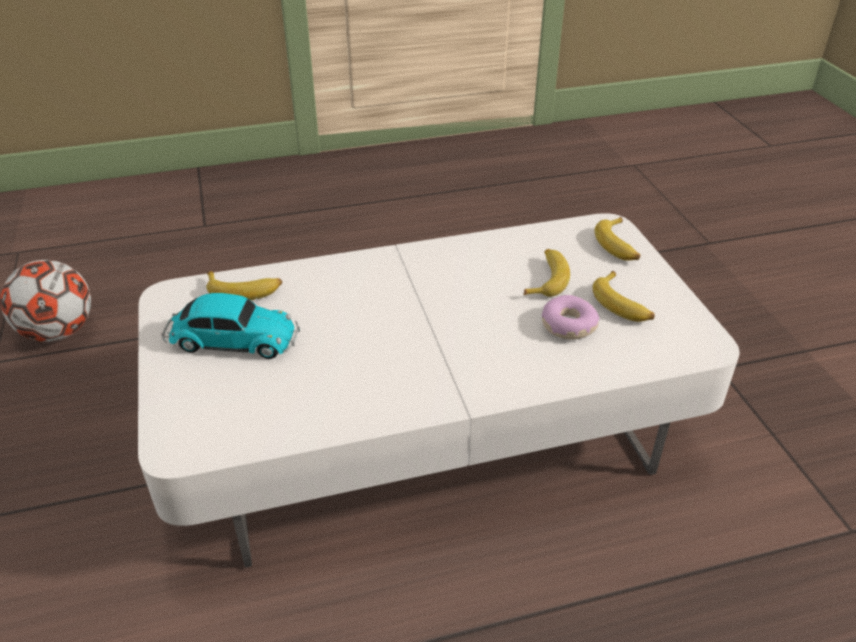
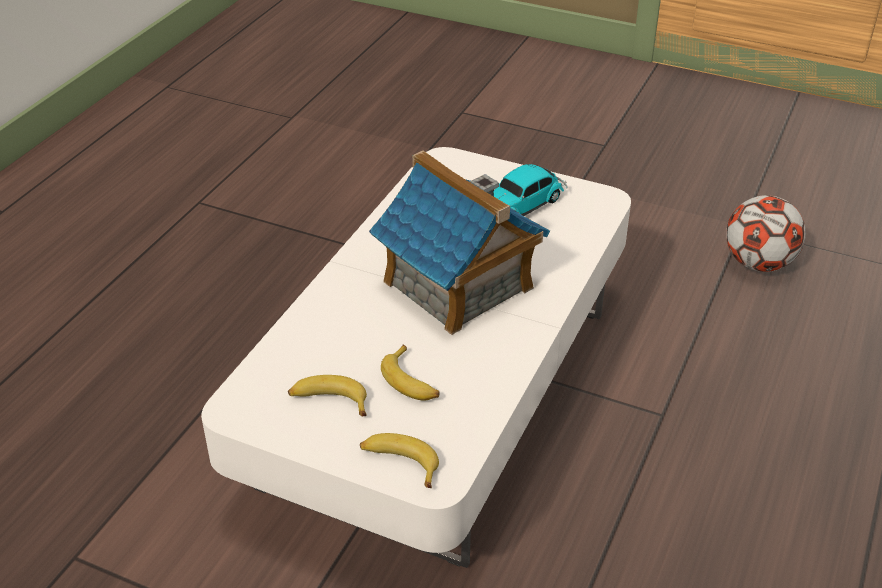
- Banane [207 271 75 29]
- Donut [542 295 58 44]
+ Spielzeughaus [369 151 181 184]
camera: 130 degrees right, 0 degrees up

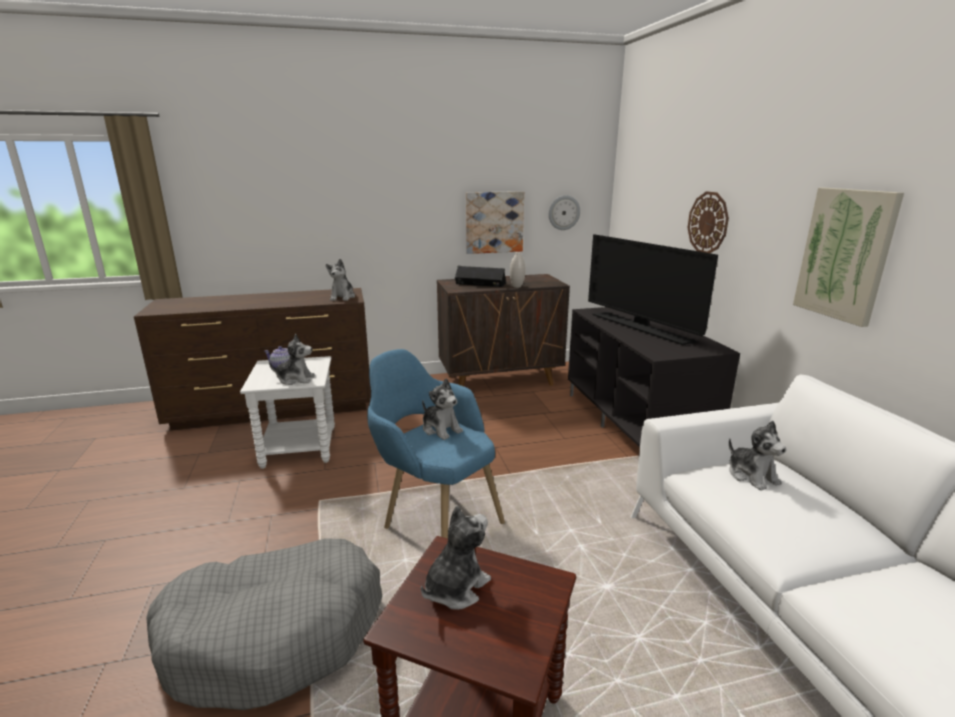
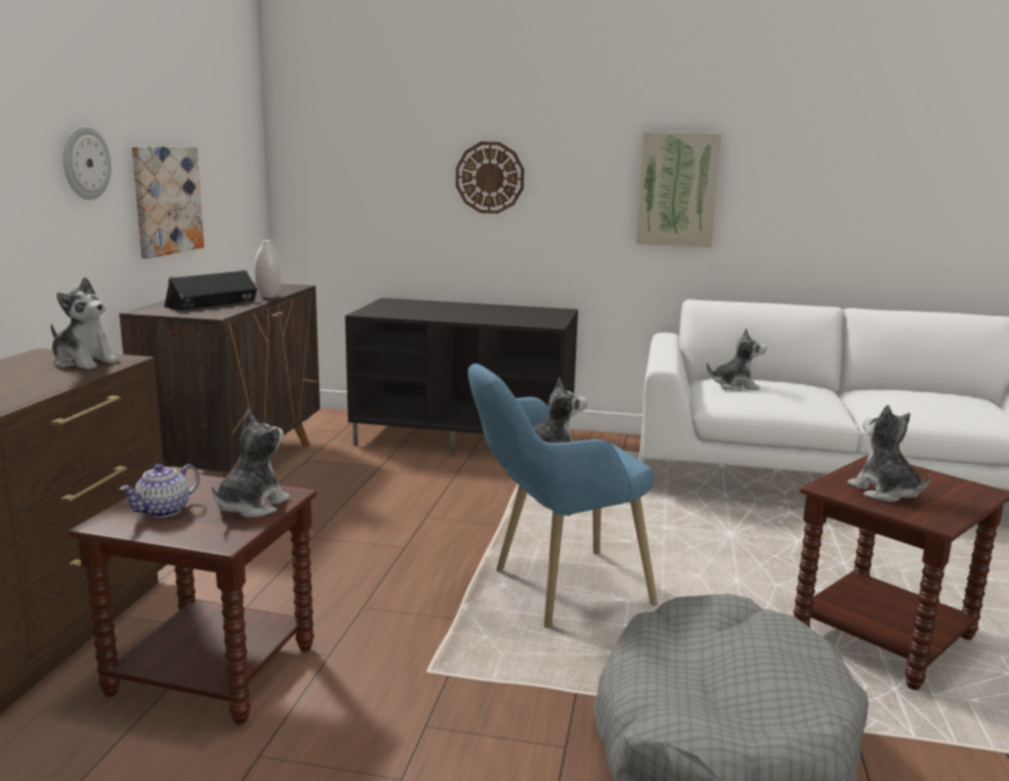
- Fernseher [588 234 130 111]
~ Wanduhr [549 195 31 35] to [63 126 48 74]
~ Beistelltisch (weiß) [240 356 95 113] to Beistelltisch (braun) [69 471 248 253]
camera: 65 degrees left, 5 degrees down

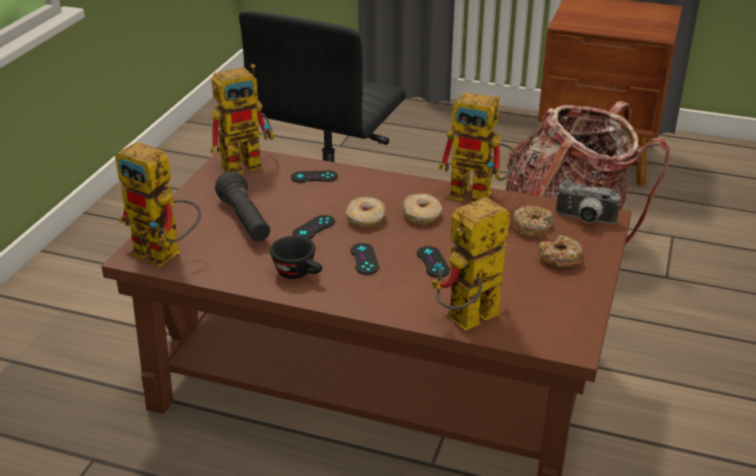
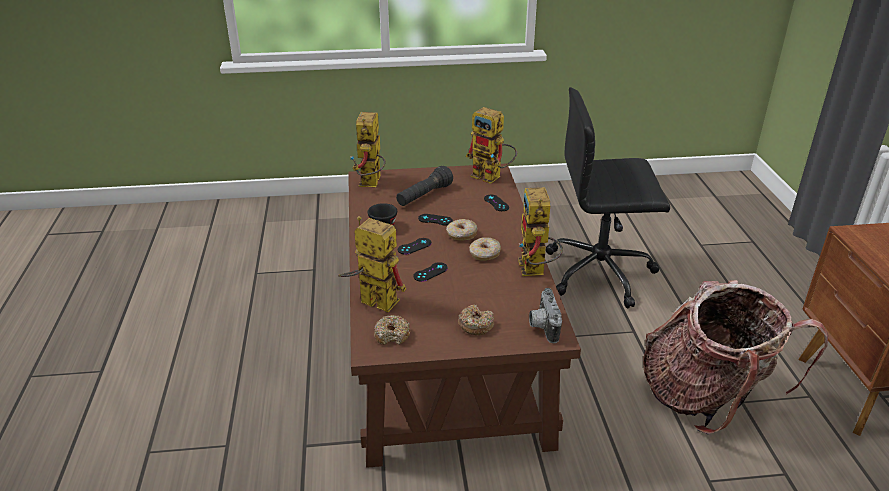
~ Donut [510 206 44 33] to [374 315 36 30]
camera: 65 degrees right, 0 degrees up

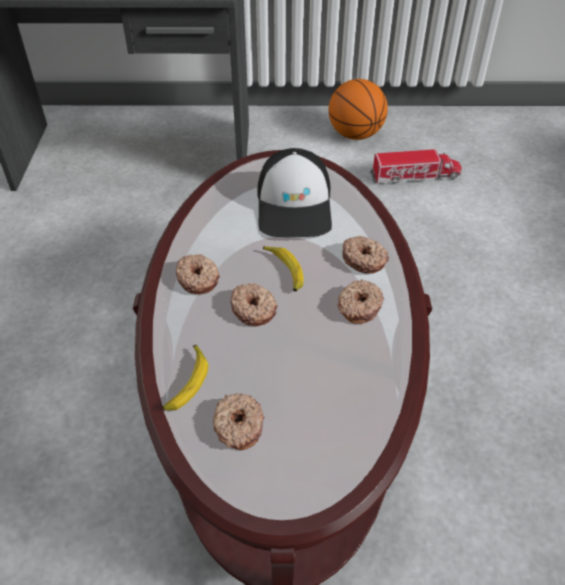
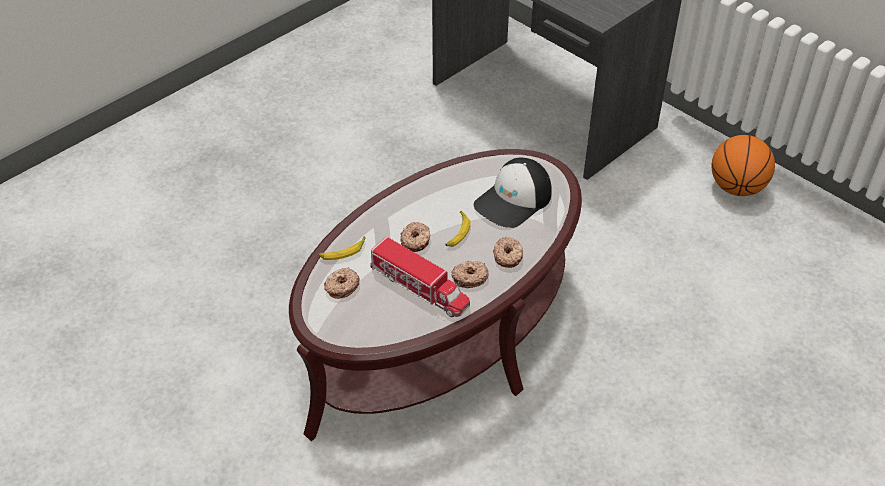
- Donut [176 254 44 40]
~ Spielzeuglaster [370 149 92 34] to [370 237 100 80]
camera: 45 degrees right, 0 degrees up

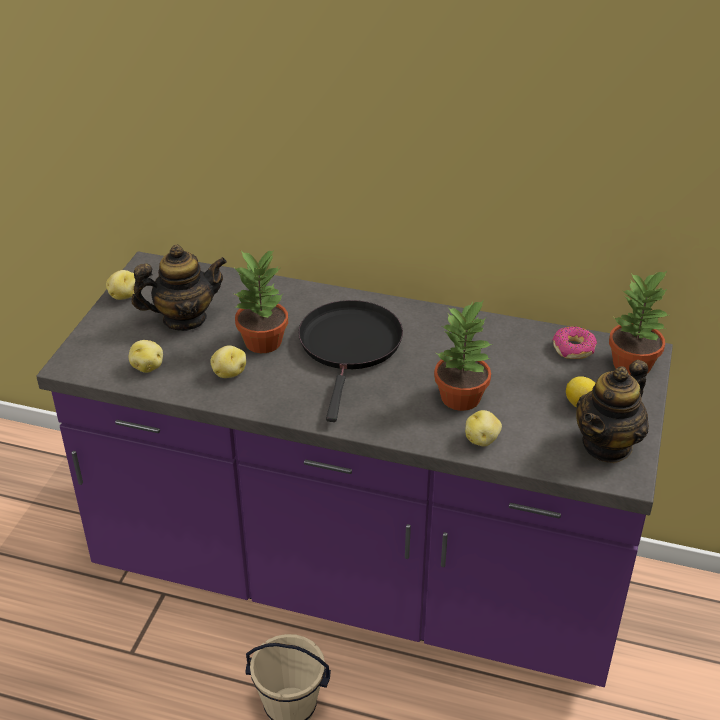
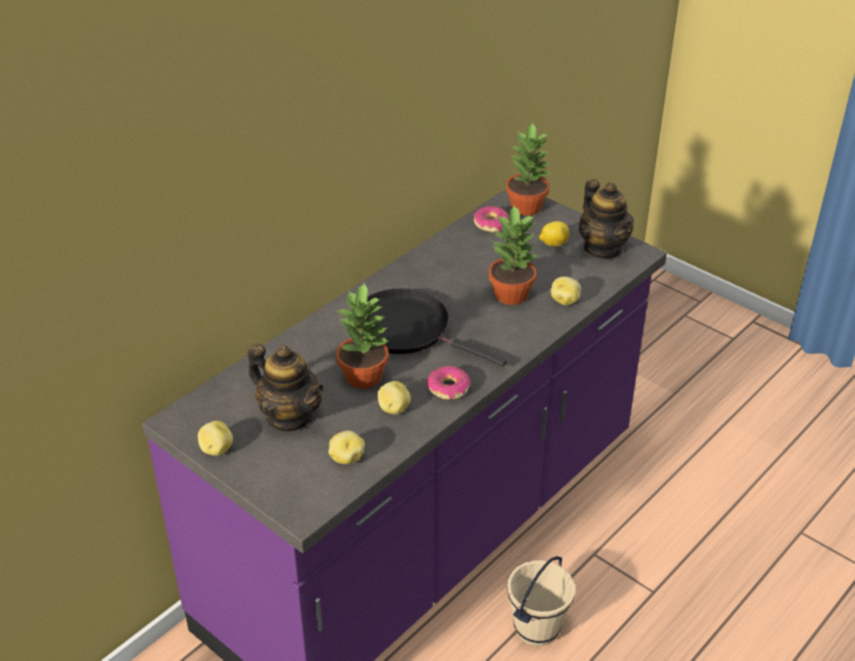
+ Donut [427 366 44 34]
~ Teekanne [132 245 95 86] = [248 343 77 88] 120 degrees clockwise
camera: 65 degrees left, 0 degrees up

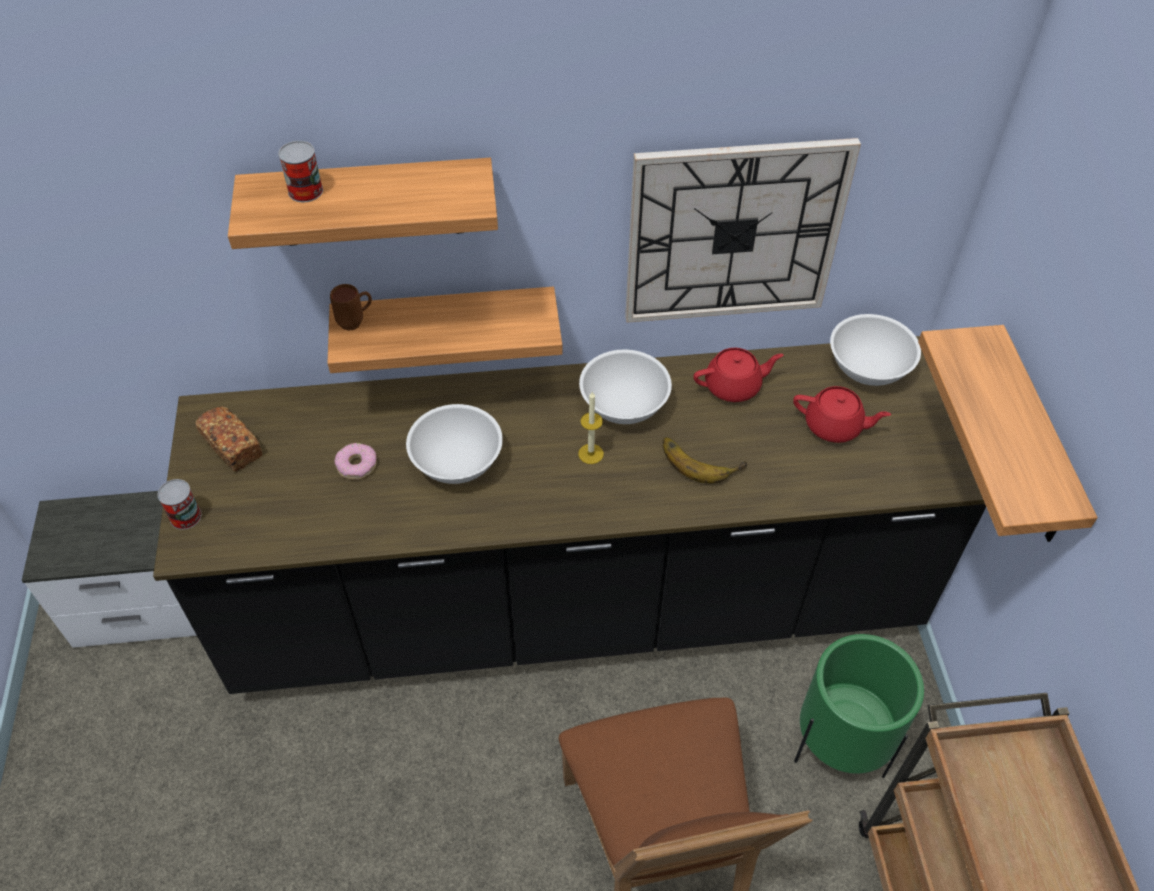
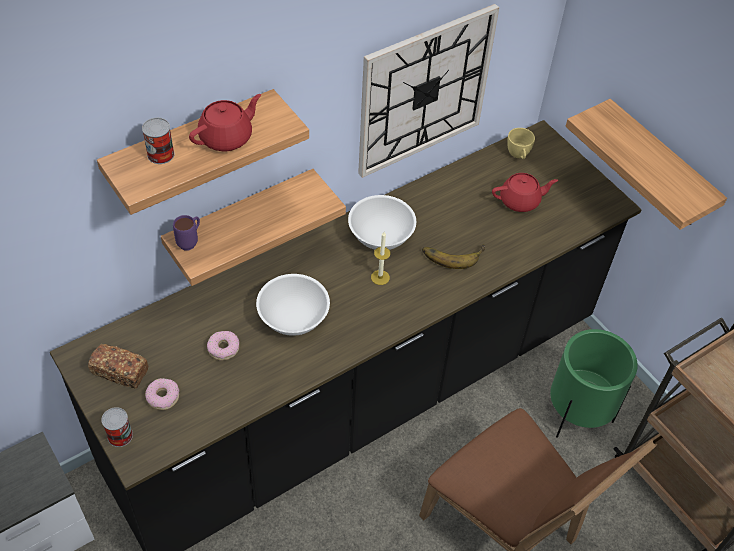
+ Donut [145 378 34 32]
~ Teekanne (rot) [693 348 91 54] to [189 94 72 57]
~ Schüssel (weiß) [830 314 91 72] to Tasse (gelb) [507 128 28 31]
~ Henkelbecher (braun) [330 284 42 47] to Henkelbecher (lila) [173 215 27 36]
camera: 30 degrees left, 0 degrees up

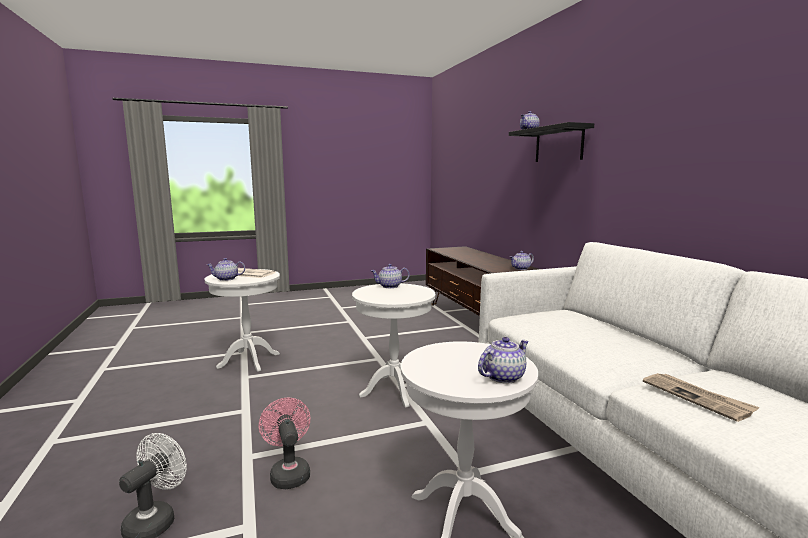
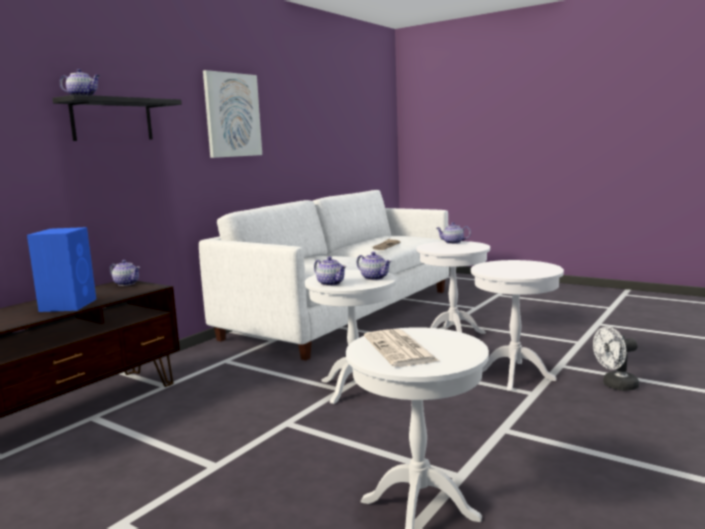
+ Lautsprecher (blau) [27 227 69 85]
+ Bild [203 70 59 88]
~ Teekanne [206 258 39 23] to [357 252 34 28]
~ Ventilator (rosa) [259 397 51 92] to Beistelltisch (weiß) [471 260 93 131]
camera: 125 degrees left, 0 degrees up

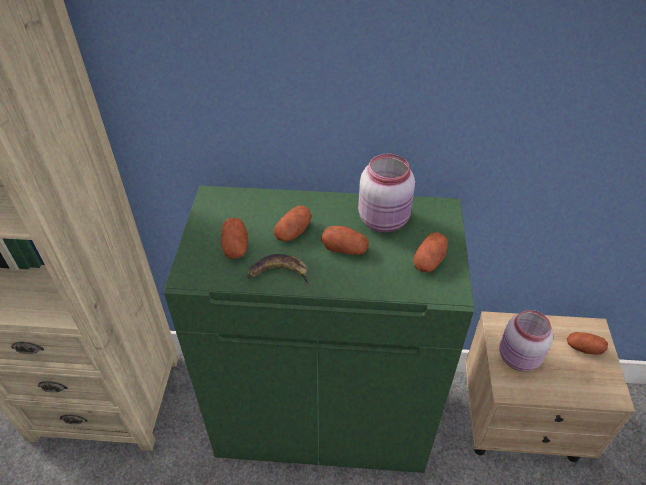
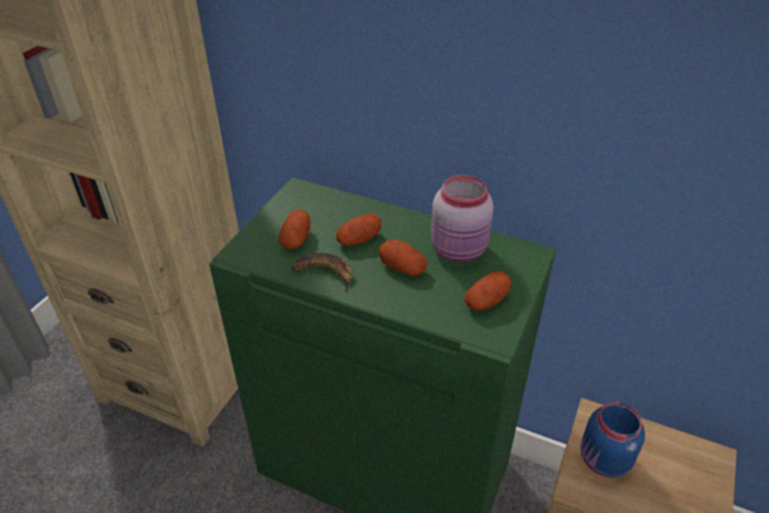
- Kartoffel [567 332 41 23]
~ Vorratsglas (rosa) [499 310 54 61] to Vorratsglas (blau) [580 402 65 76]
camera: 20 degrees right, 5 degrees down

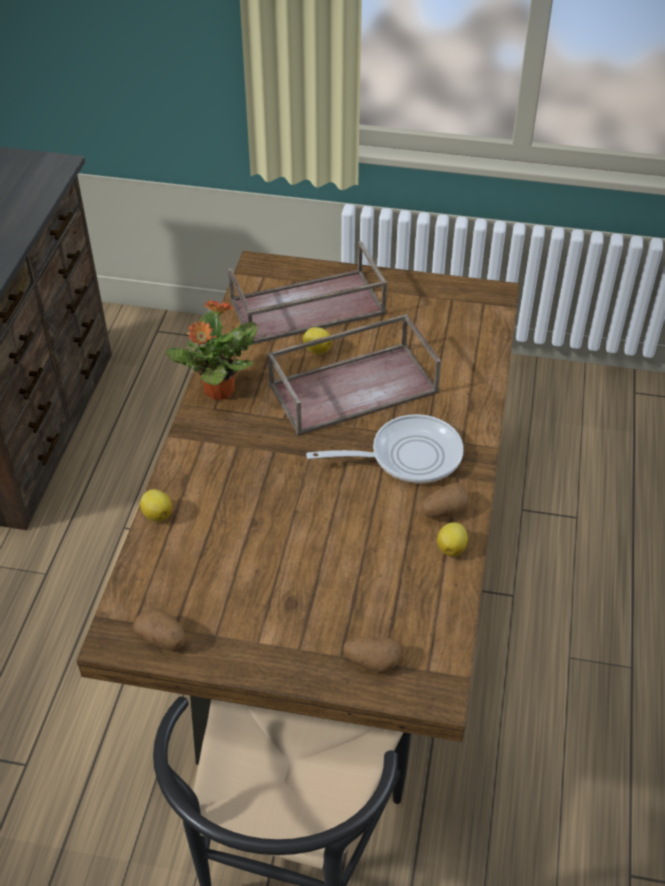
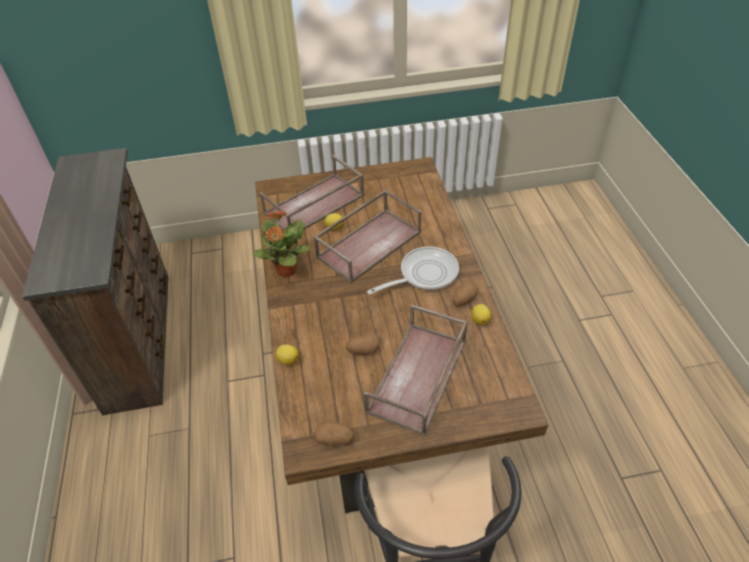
+ Tablett (braun) [364 305 104 131]
~ Kartoffel [343 637 60 35] to [346 333 35 22]
camera: 20 degrees left, 0 degrees up

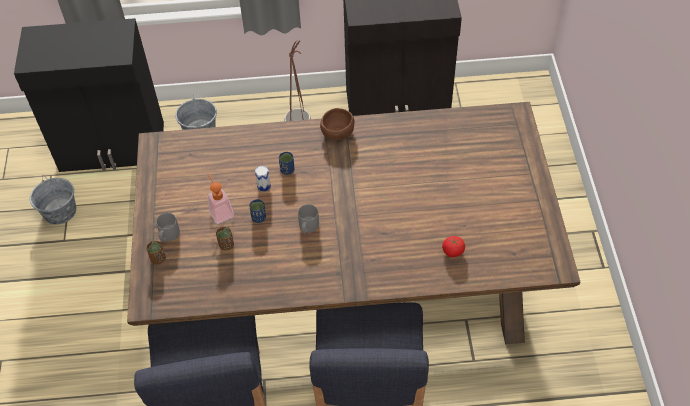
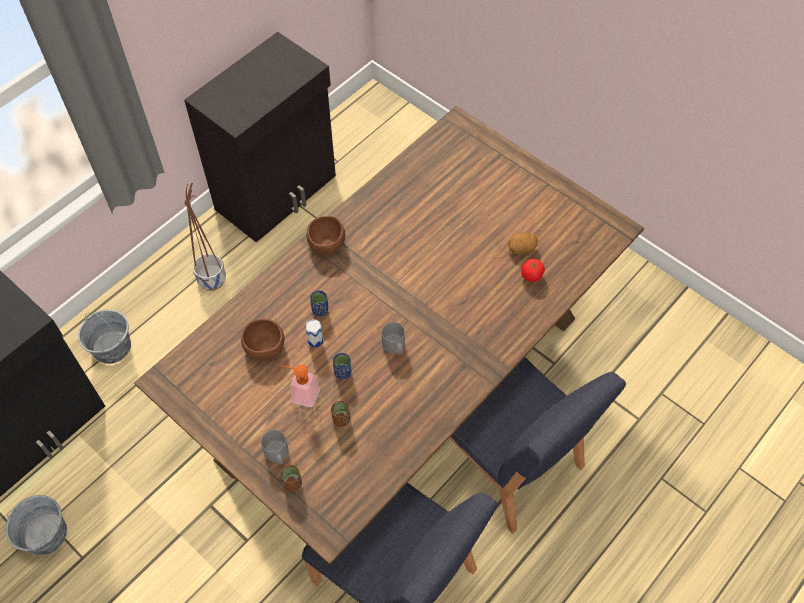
+ Schüssel (braun) [241 319 44 41]
+ Kartoffel [508 233 30 21]
camera: 45 degrees left, 5 degrees up

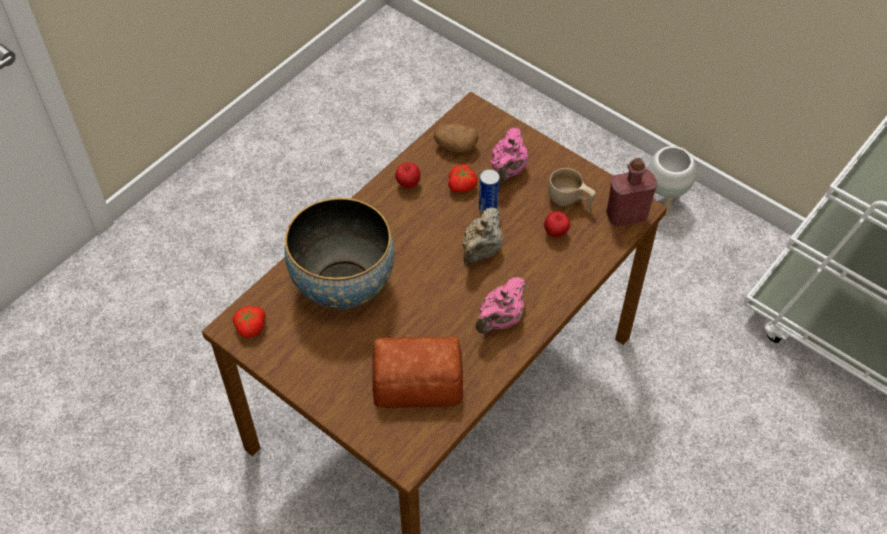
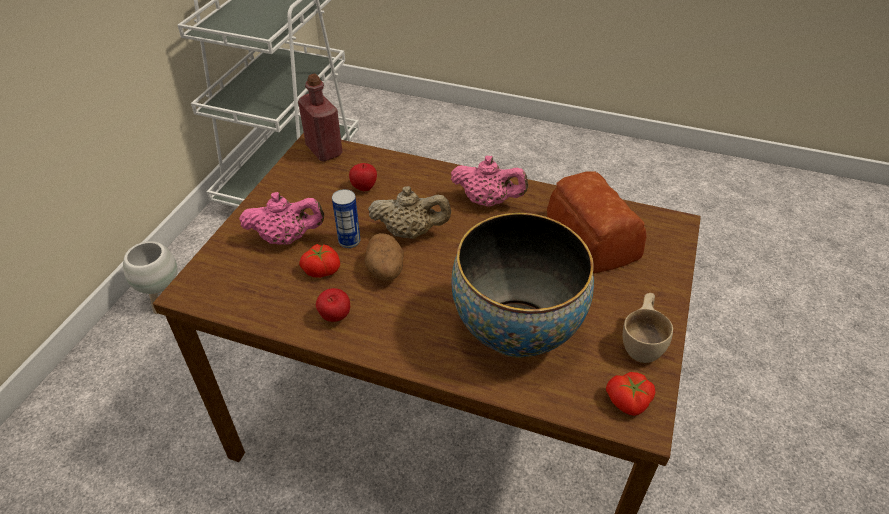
~ Kartoffel [434 124 44 29] to [365 233 38 48]
~ Tasse (beige) [548 168 47 45] to [623 293 50 70]
camera: 110 degrees left, 10 degrees down

